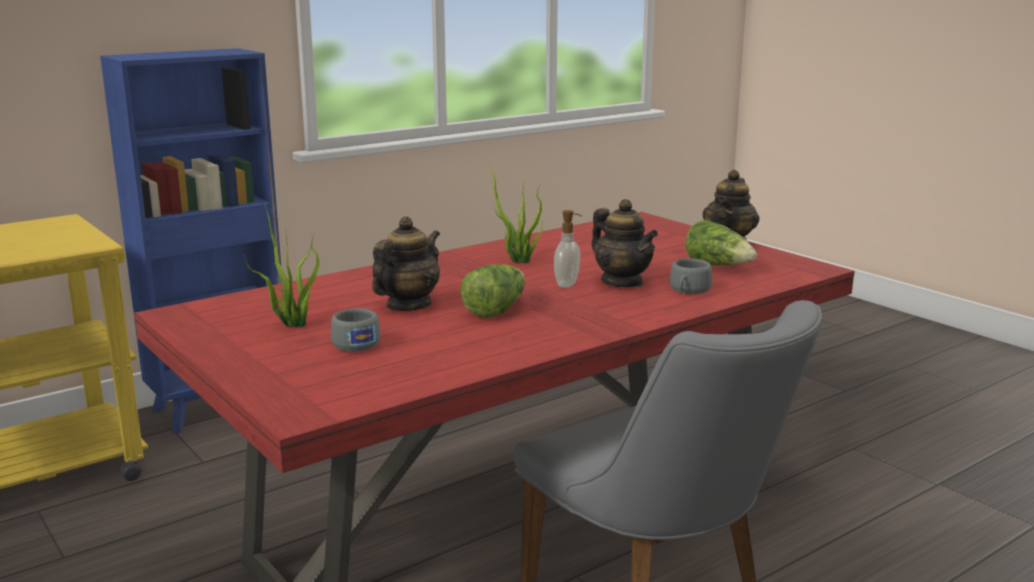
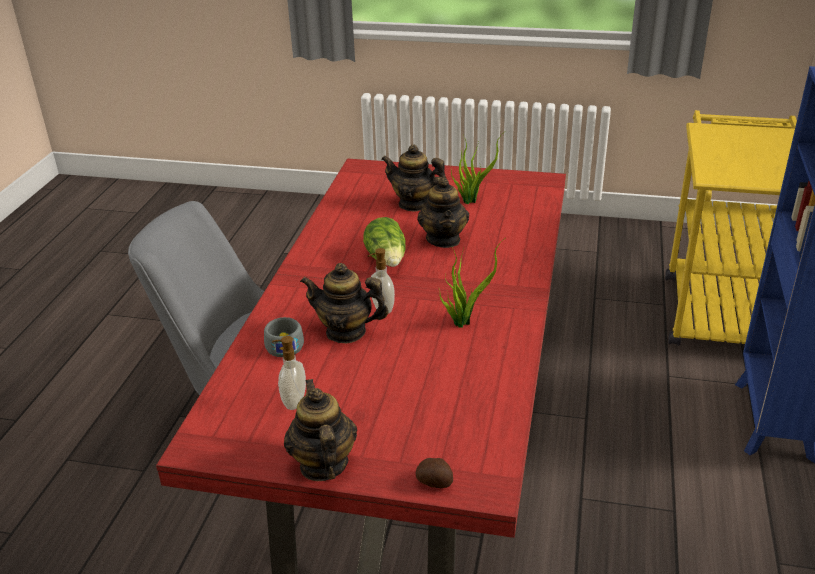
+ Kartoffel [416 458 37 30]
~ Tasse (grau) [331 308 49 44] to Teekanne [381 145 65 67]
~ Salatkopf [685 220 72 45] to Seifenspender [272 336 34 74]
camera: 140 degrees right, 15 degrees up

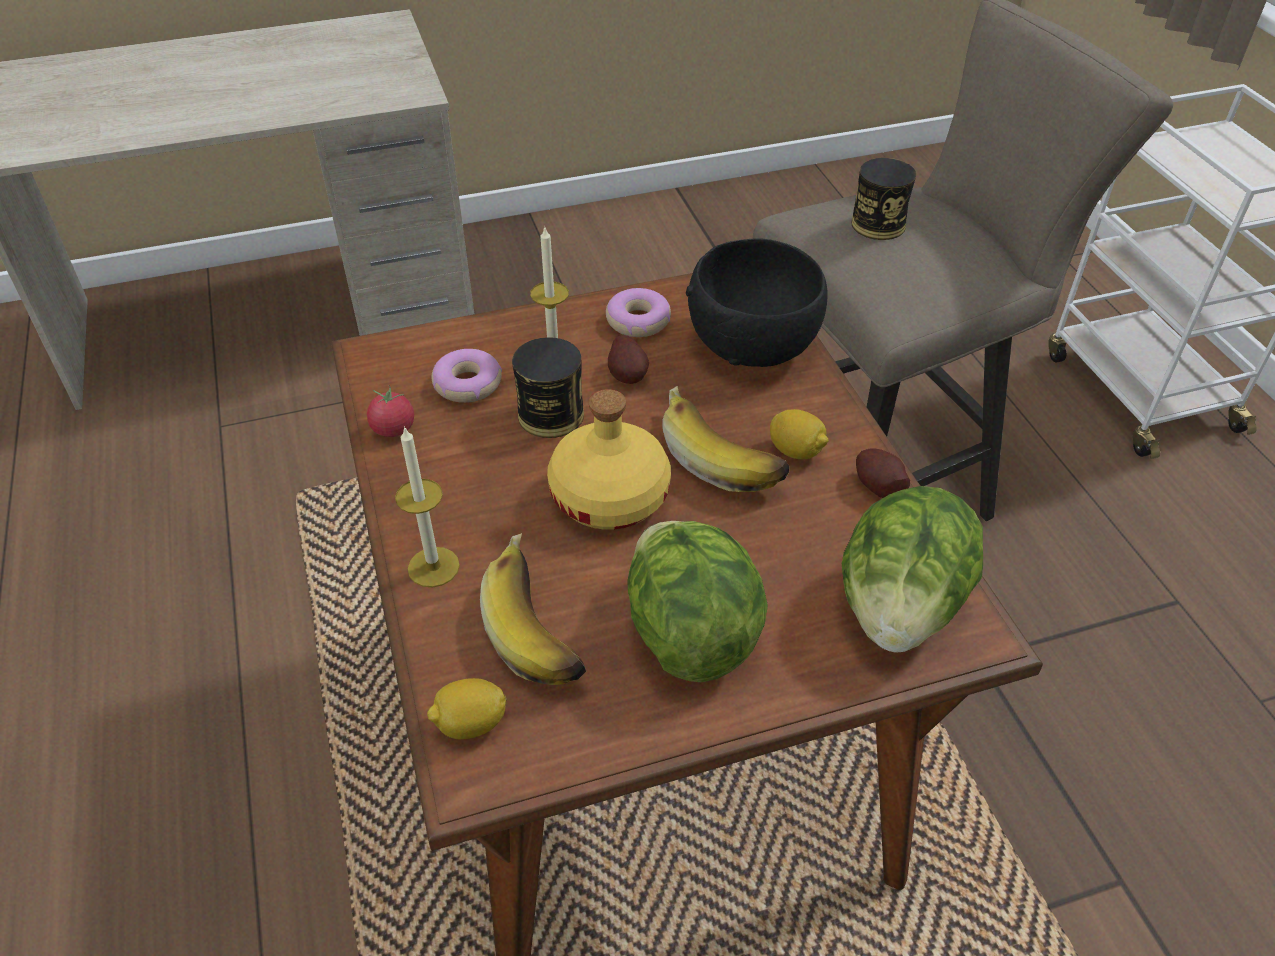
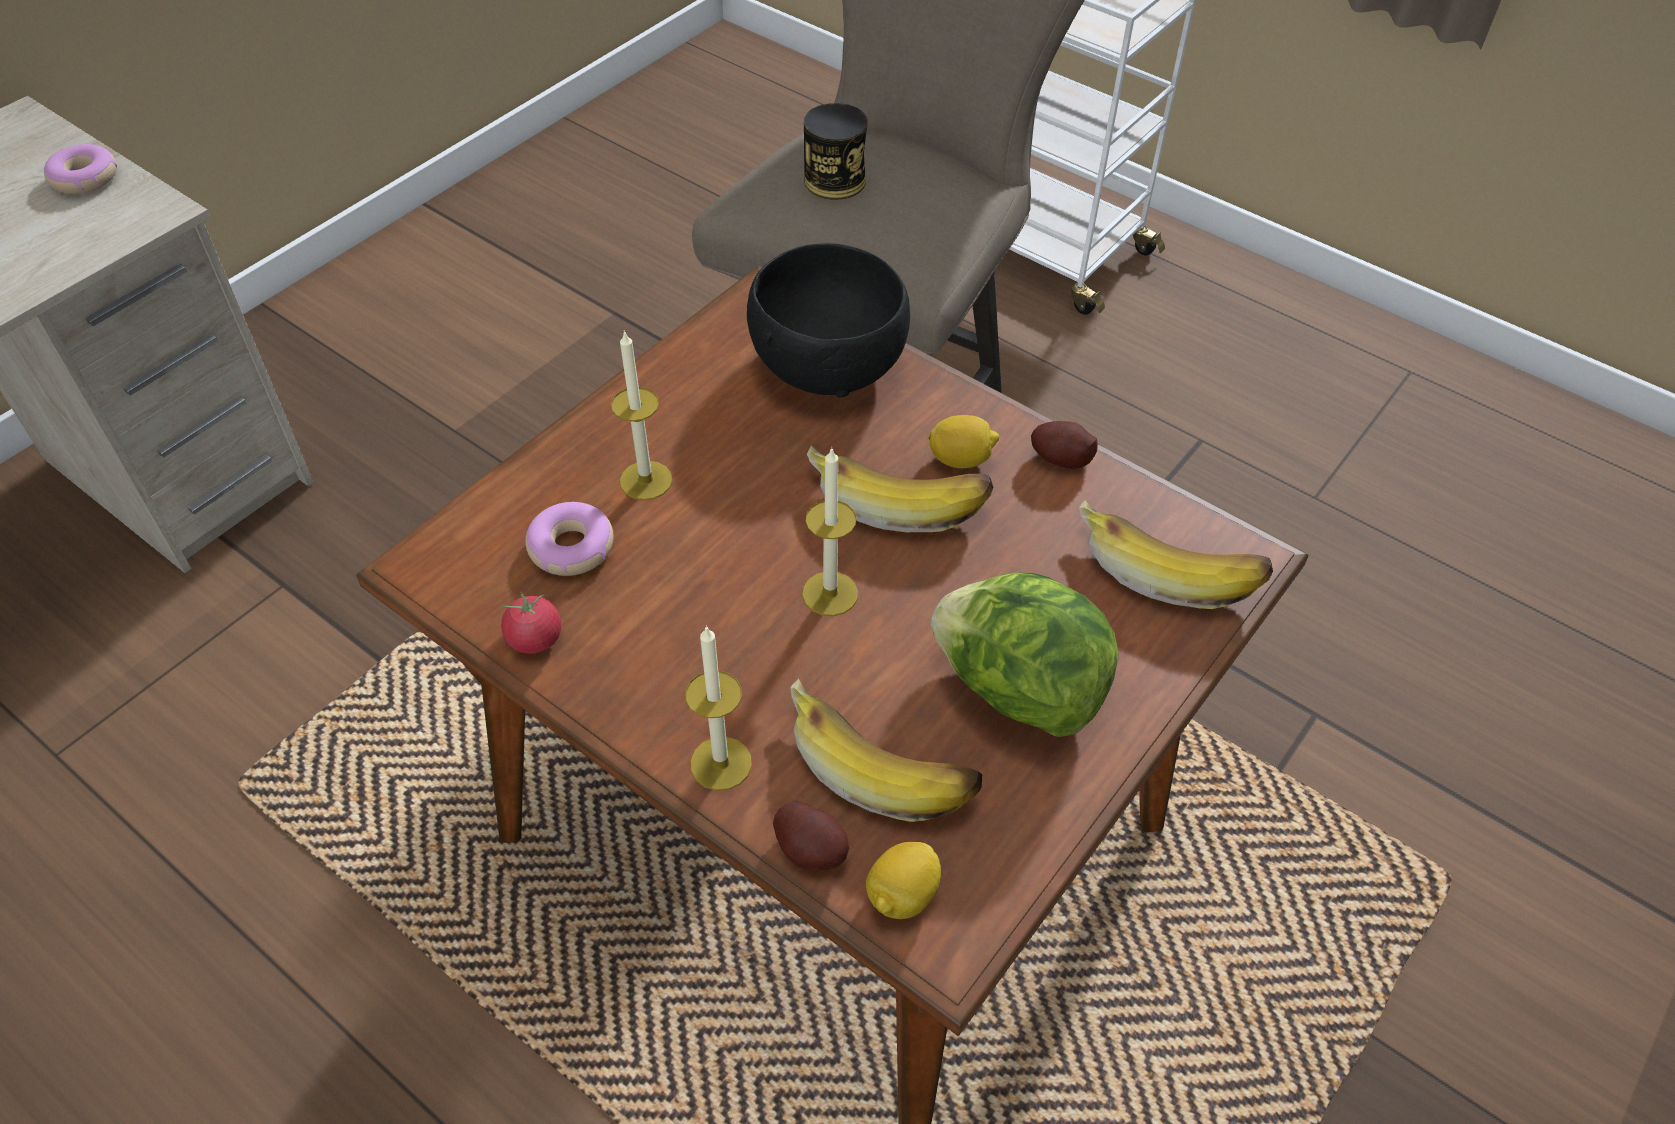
- Dose [512 337 72 101]
~ Donut [606 288 65 49] to [44 144 73 50]
~ Kartoffel [608 335 41 49] to [773 801 76 69]
~ Flasche (gelb) [547 389 124 141] to Kerze [802 447 56 169]
~ Salatkopf [842 486 141 167] to Banane [1079 500 194 109]
camera: 35 degrees left, 5 degrees up

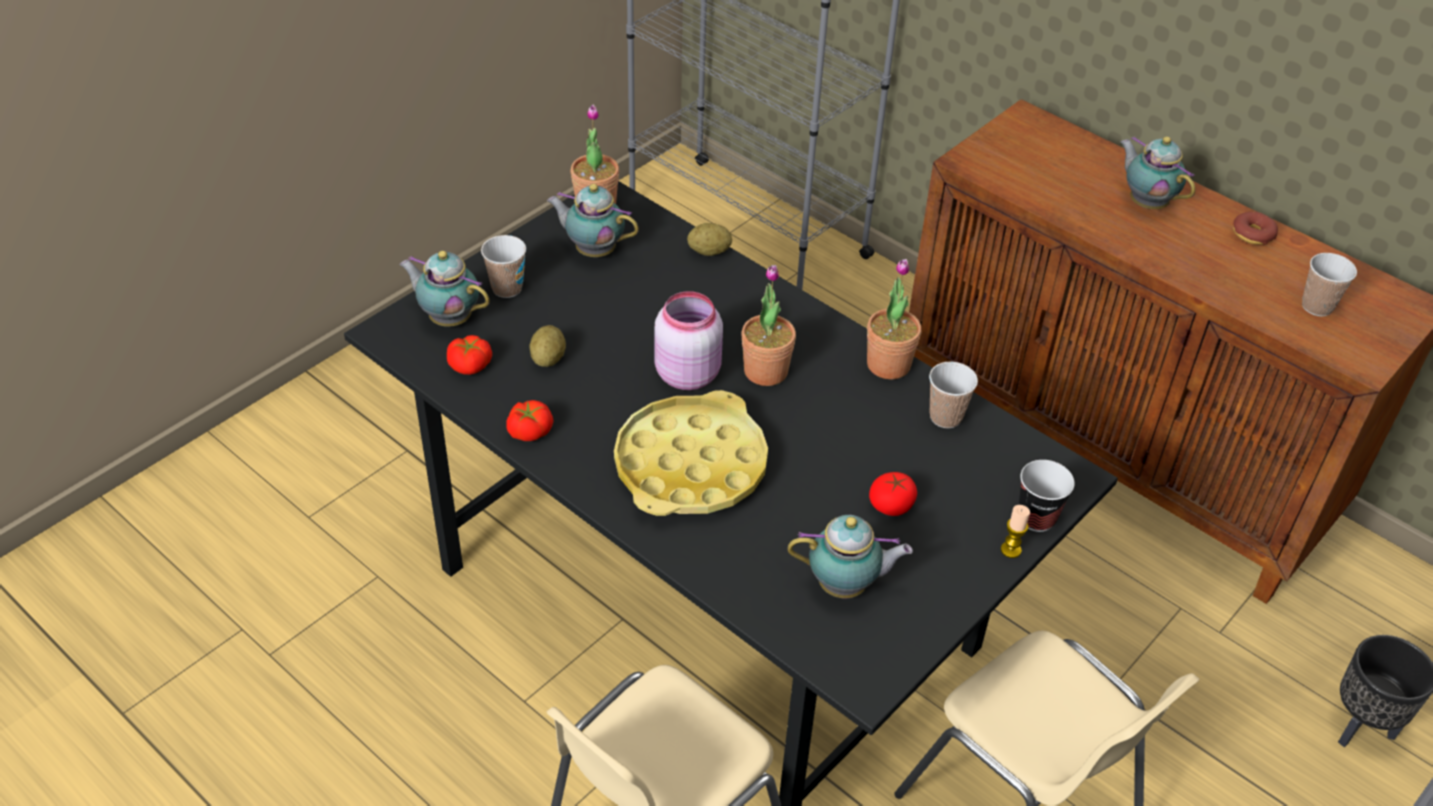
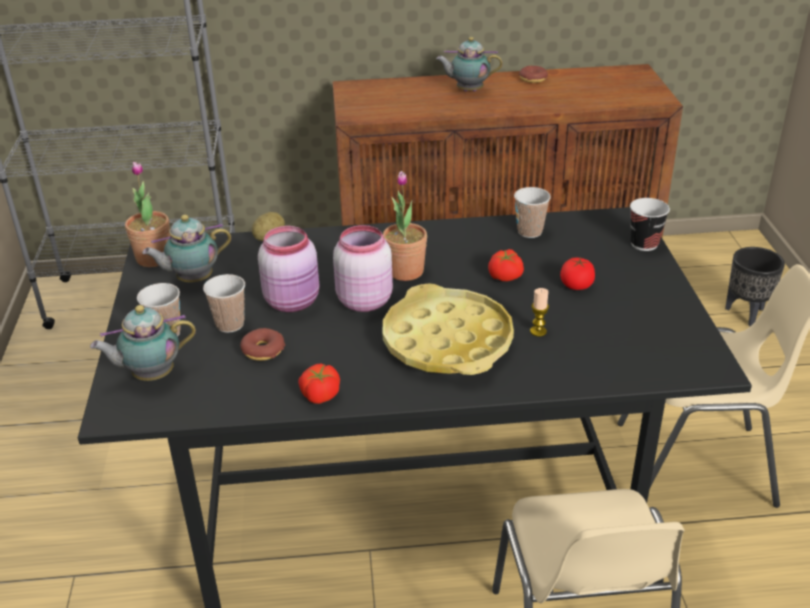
- Teekanne [787 515 126 83]
- Topfpflanze [867 259 54 120]
+ Vorratsglas (rosa) [258 226 61 86]
~ Tomate [447 335 45 40] to [488 249 36 33]
~ Kerze [1001 505 29 53] to [530 288 19 49]
~ Tasse [1302 253 55 63] to [203 274 42 59]
~ Kartoffel [529 325 37 42] to Donut [240 328 45 33]
camera: 45 degrees left, 10 degrees down

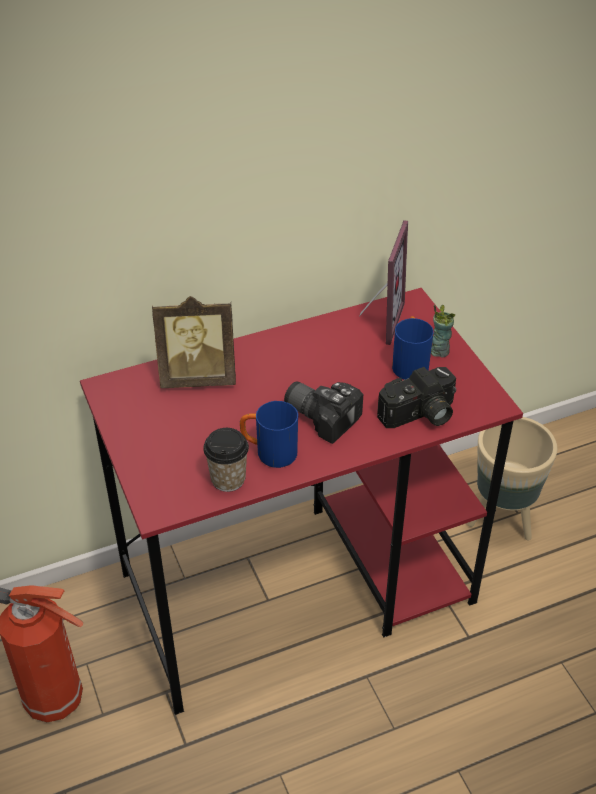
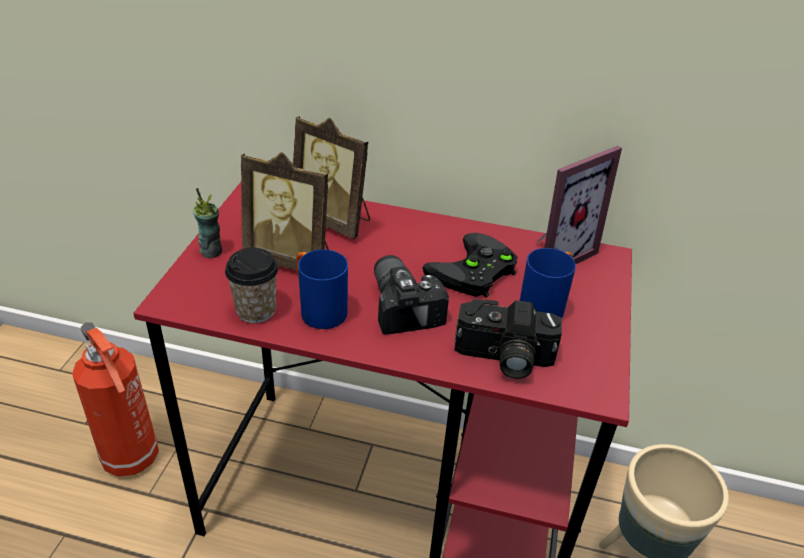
+ Bilderrahmen [241 152 88 119]
+ Gamepad (schwarz) [423 233 95 64]
~ Tasse [431 304 24 54] to [193 188 29 70]
camera: 35 degrees right, 5 degrees down

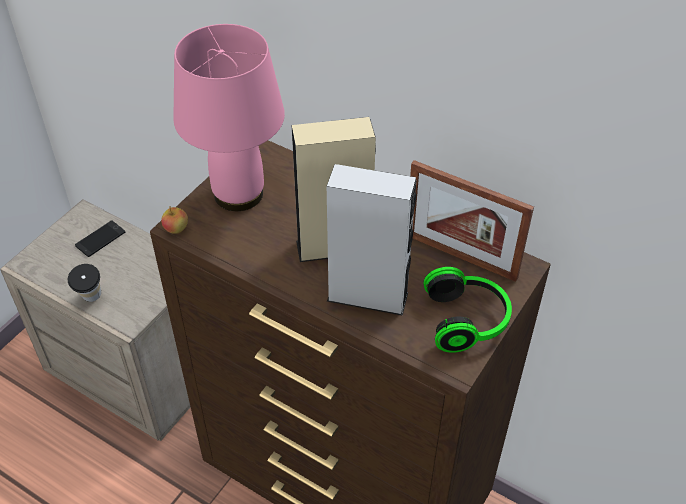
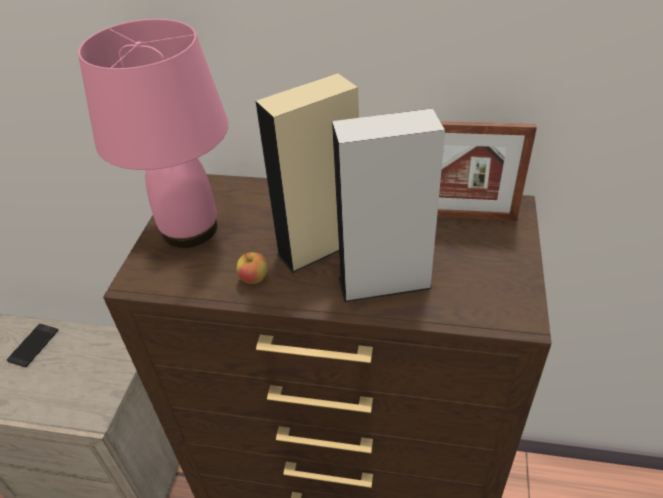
- Tasse [68 264 33 38]
- Kopfhörer [423 267 89 86]
~ Apfel [161 206 27 28] to [236 252 32 32]
camera: 20 degrees left, 5 degrees down

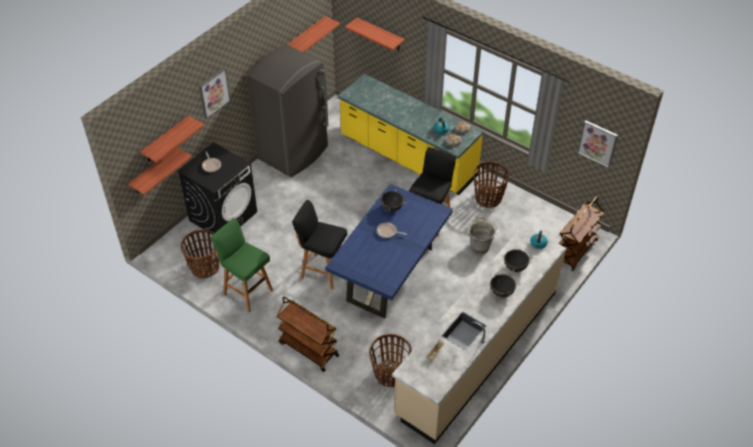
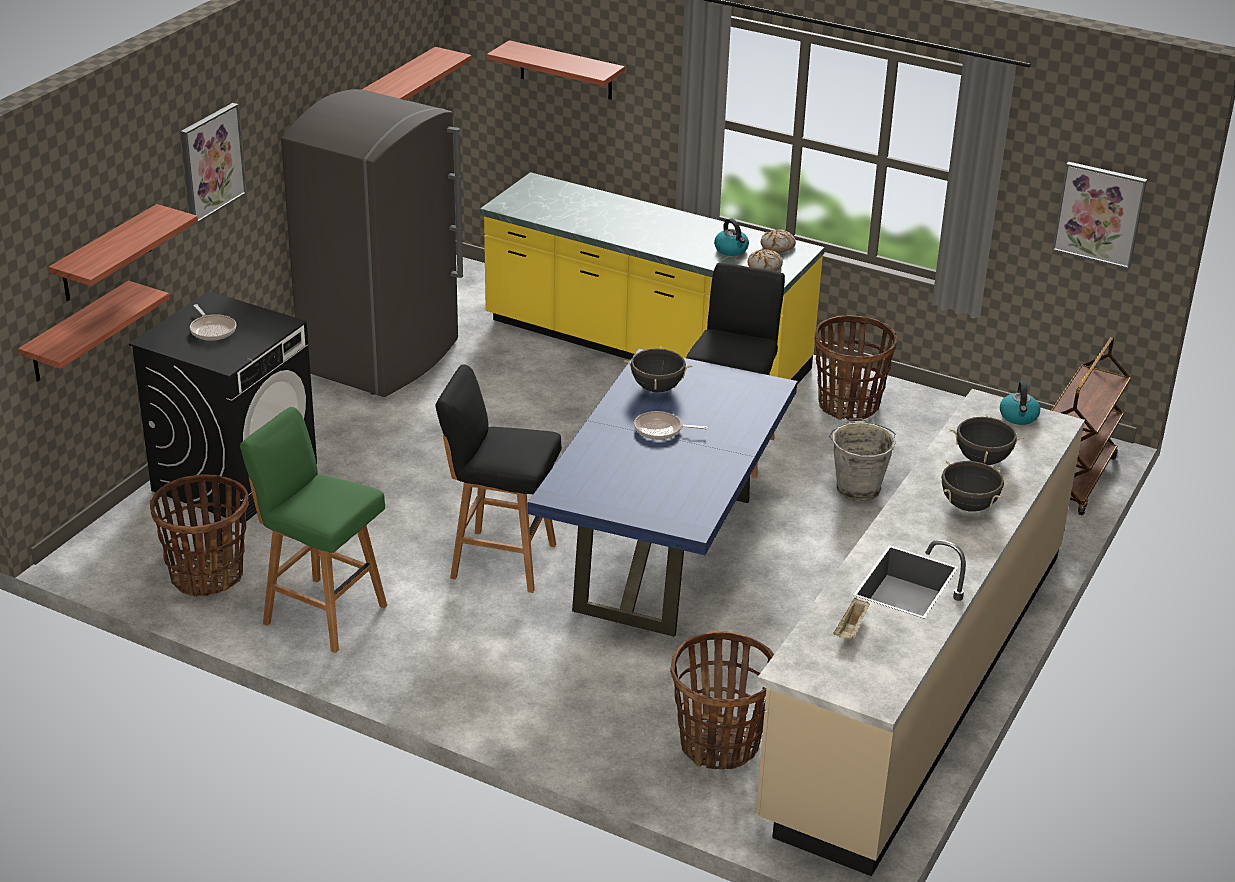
- Rollwagen (braun) [277 297 62 75]
camera: 10 degrees left, 15 degrees down

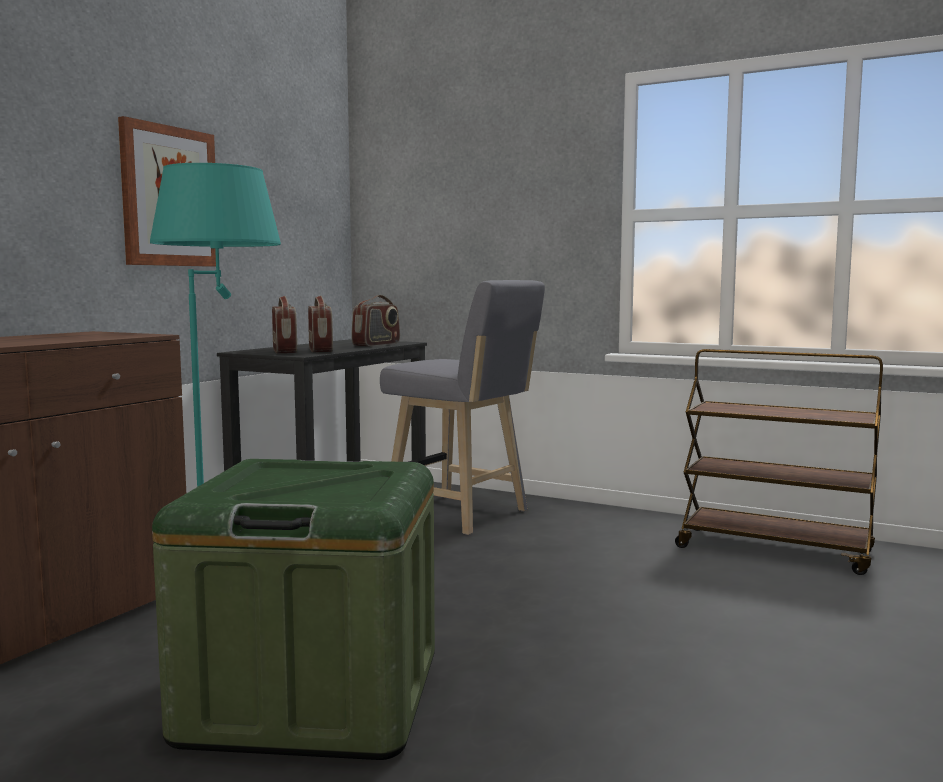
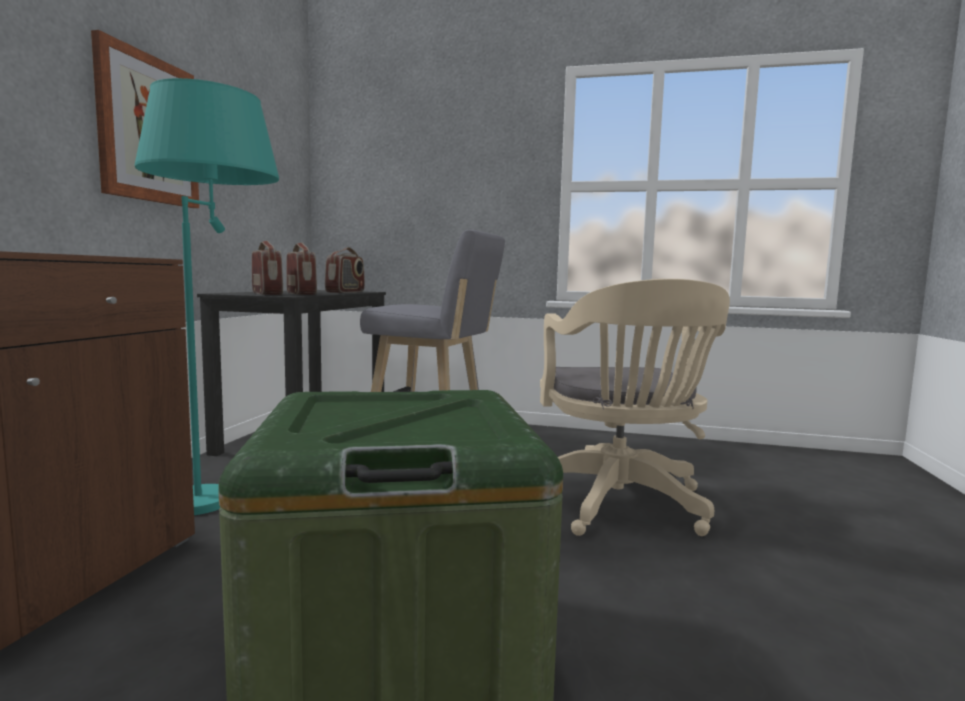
- Rollwagen (braun) [675 349 208 226]
+ Bürostuhl (beige) [540 279 190 257]
camera: 15 degrees left, 0 degrees up

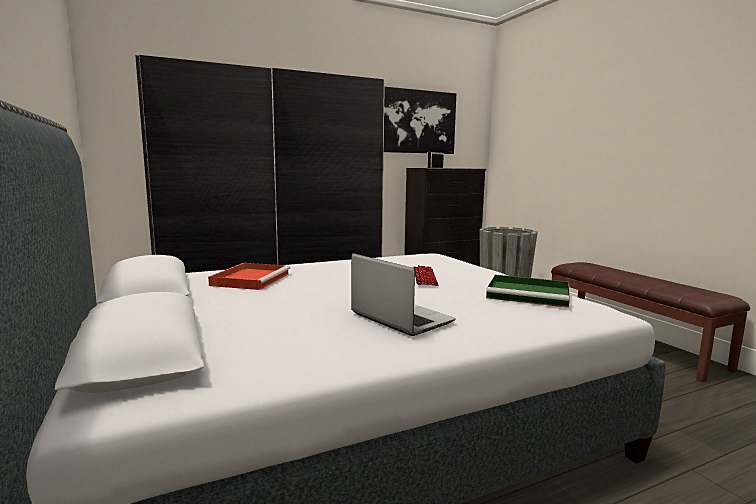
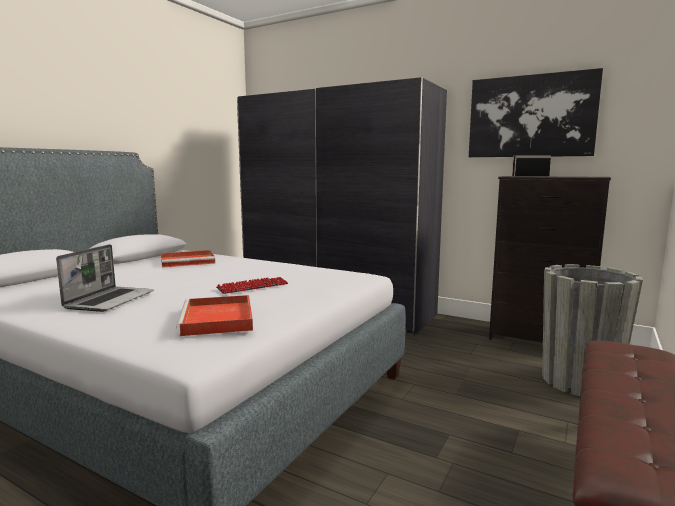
~ Tablett (grün) [486 275 84 33] to Tablett (rot) [176 295 77 41]
camera: 55 degrees right, 0 degrees up

